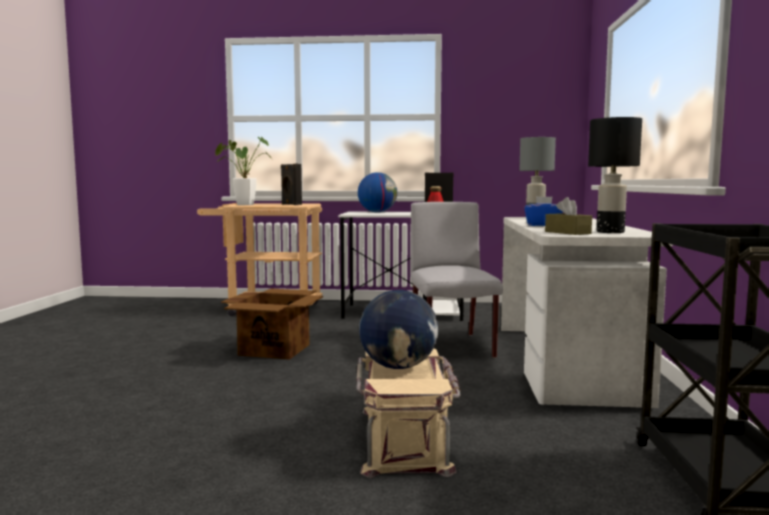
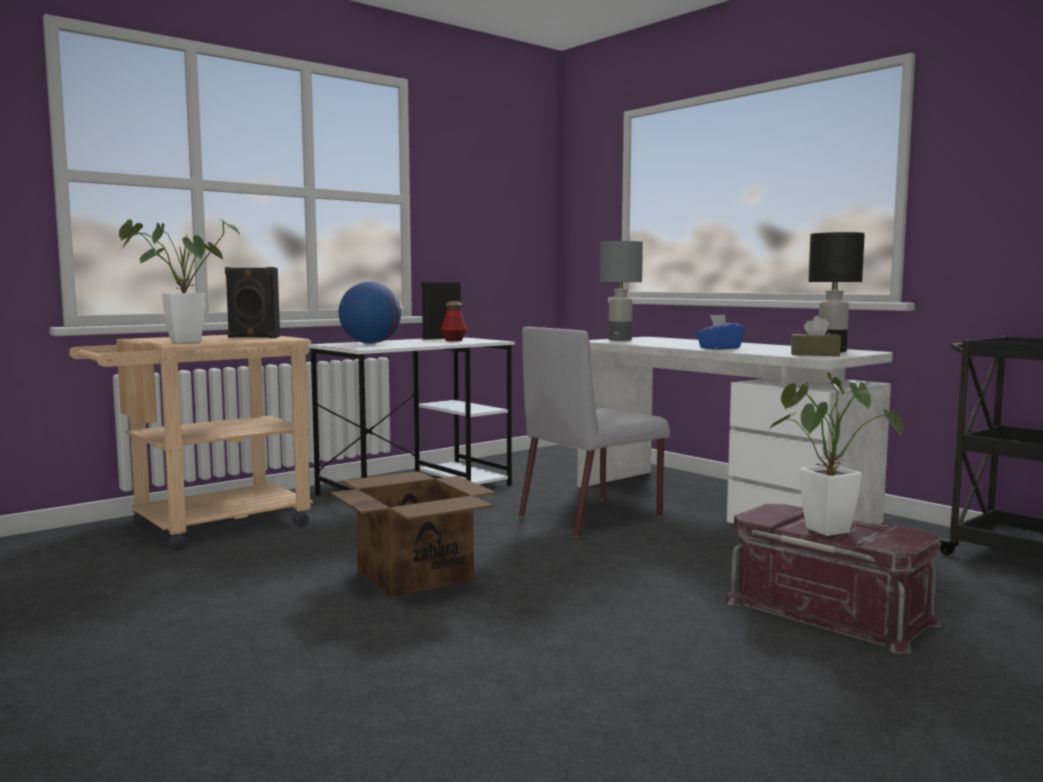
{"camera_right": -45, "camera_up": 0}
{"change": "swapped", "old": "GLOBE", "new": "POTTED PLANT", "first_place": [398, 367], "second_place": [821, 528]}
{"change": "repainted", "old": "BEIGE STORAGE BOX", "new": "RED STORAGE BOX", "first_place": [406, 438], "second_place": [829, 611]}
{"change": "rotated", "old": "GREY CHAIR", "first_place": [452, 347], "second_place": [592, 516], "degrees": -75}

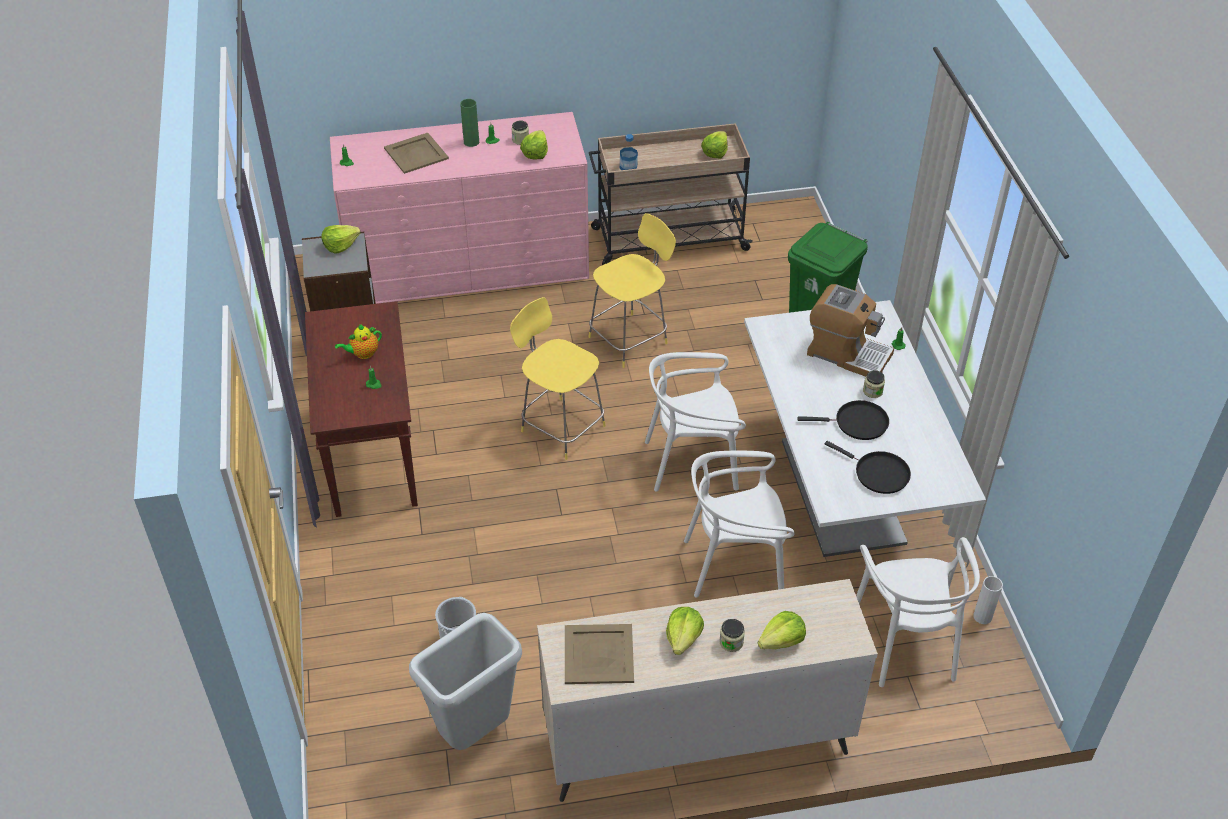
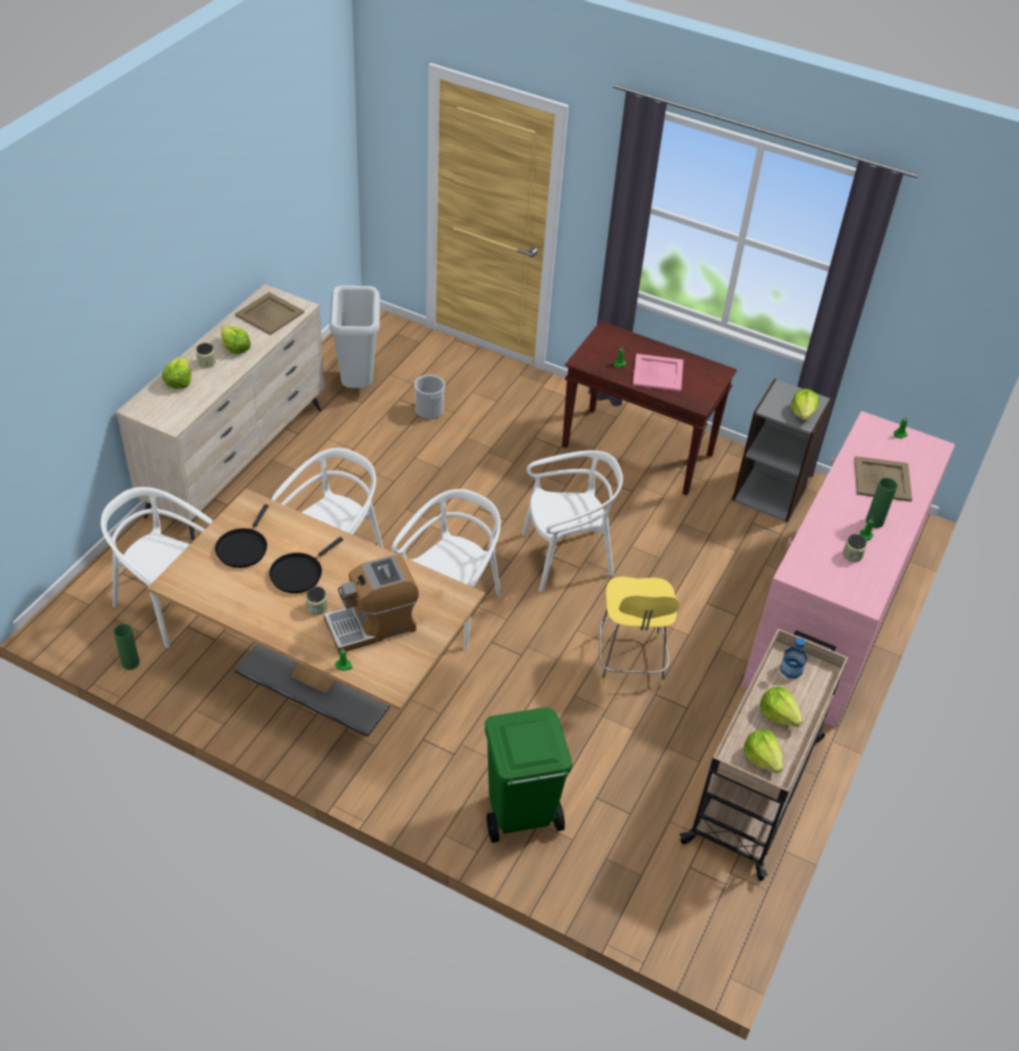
{"camera_right": 125, "camera_up": 0}
{"change": "shifted", "old": "LETTUCE", "first_place": [535, 153], "second_place": [778, 714]}
{"change": "swapped", "old": "TEAPOT", "new": "PINK TRAY", "first_place": [363, 354], "second_place": [658, 373]}
{"change": "swapped", "old": "YELLOW STOOL", "new": "WHITE CHAIR", "first_place": [561, 427], "second_place": [566, 558]}
{"change": "repainted", "old": "WHITE DINING TABLE", "new": "BROWN DINING TABLE", "first_place": [842, 491], "second_place": [324, 674]}
{"change": "repainted", "old": "WHITE VASE", "new": "GREEN VASE", "first_place": [982, 616], "second_place": [130, 663]}
{"change": "rotated", "old": "BLACK FRYING PAN", "first_place": [878, 473], "second_place": [243, 547], "degrees": -60}

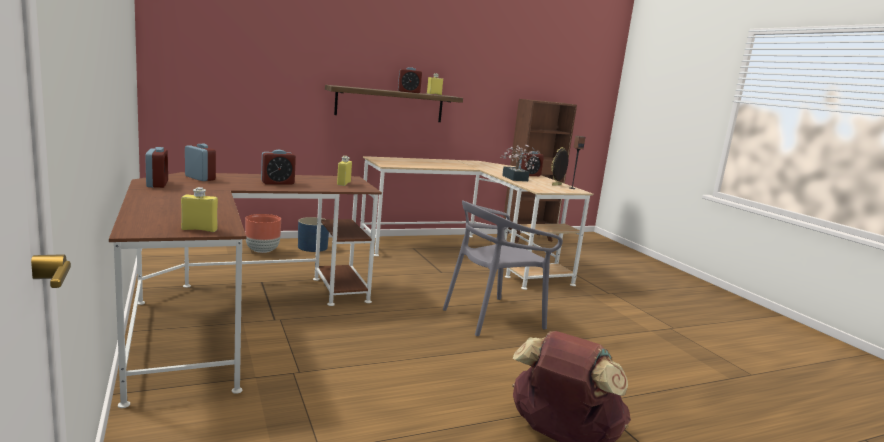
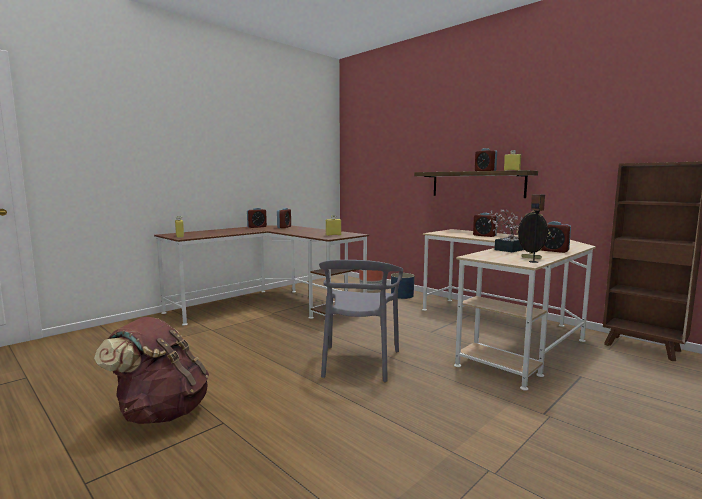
{"camera_right": 70, "camera_up": -5}
{"change": "shifted", "old": "ALARM CLOCK", "first_place": [277, 183], "second_place": [484, 235]}
{"change": "rotated", "old": "GREY CHAIR", "first_place": [492, 317], "second_place": [359, 362], "degrees": -120}

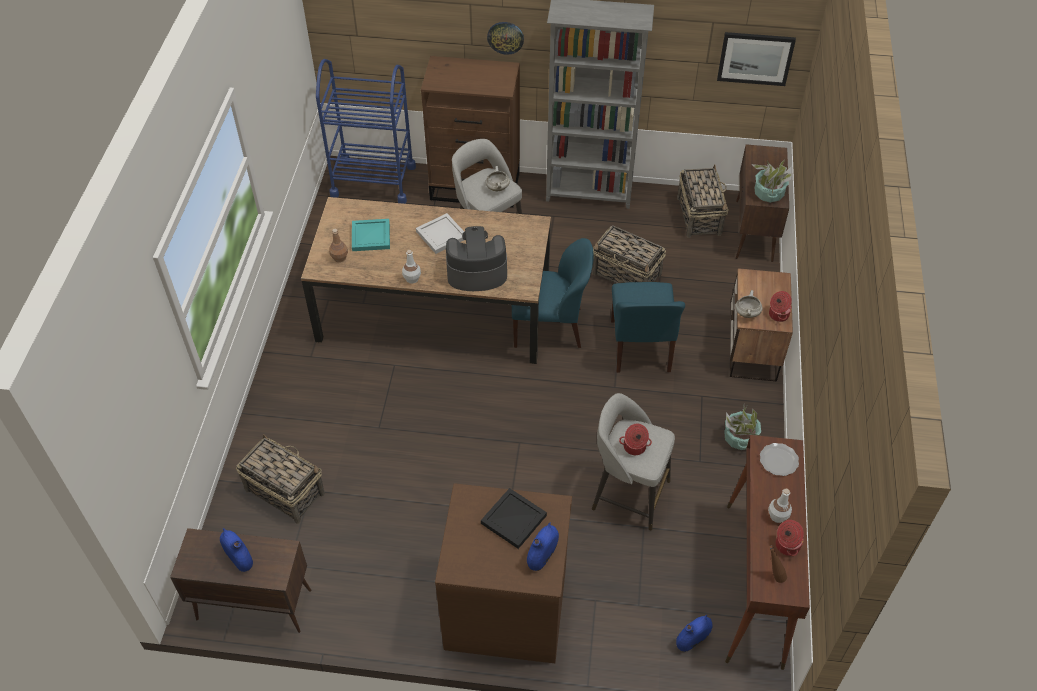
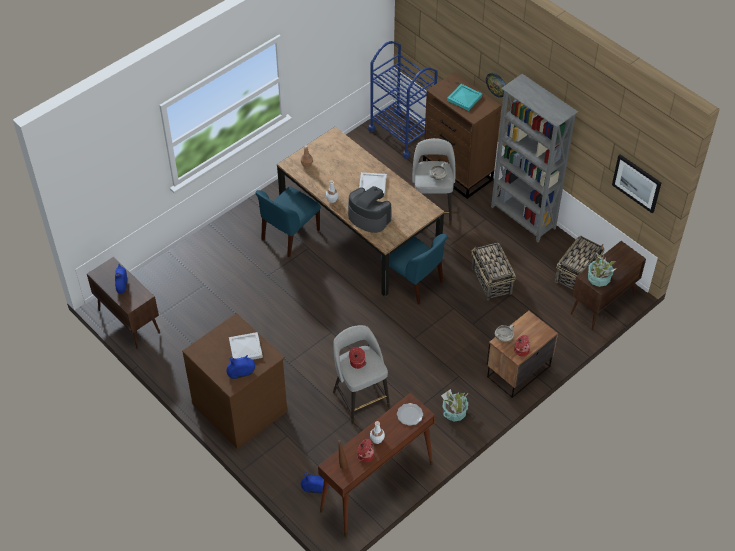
{"camera_right": 40, "camera_up": 0}
{"change": "gone", "old": "BASKET", "first_place": [284, 491]}
{"change": "shifted", "old": "TURQUOISE TRAY", "first_place": [371, 236], "second_place": [465, 98]}
{"change": "shifted", "old": "BLUE CHAIR", "first_place": [640, 347], "second_place": [289, 235]}
{"change": "repainted", "old": "BLACK TRAY", "new": "WHITE TRAY", "first_place": [513, 518], "second_place": [246, 348]}

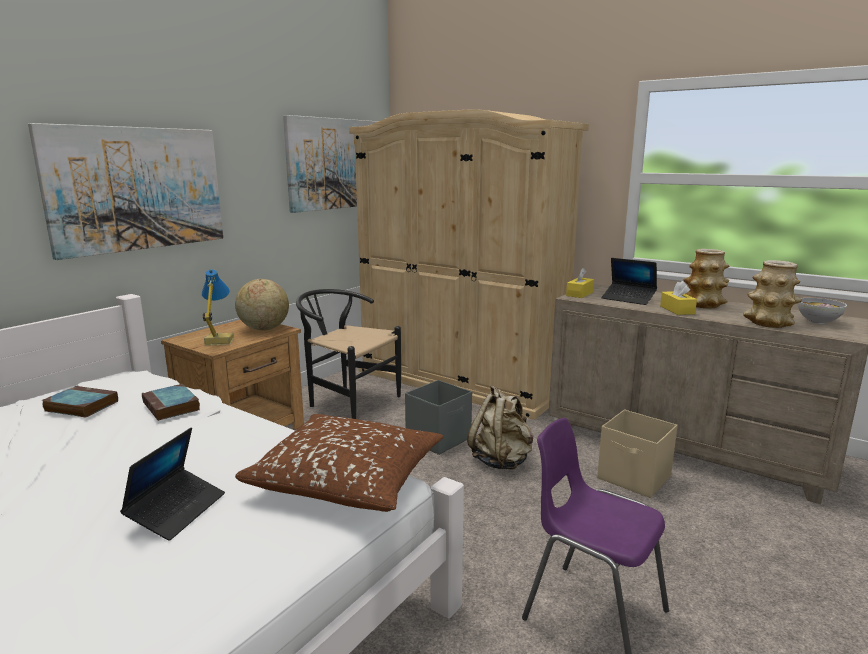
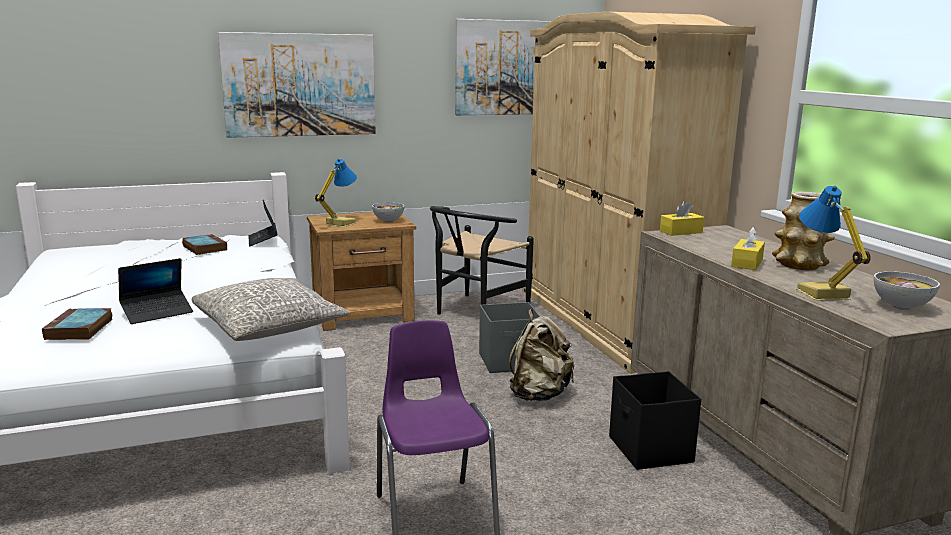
{"camera_right": 35, "camera_up": 0}
{"change": "shifted", "old": "BOOK", "first_place": [172, 406], "second_place": [79, 329]}
{"change": "shifted", "old": "LAPTOP", "first_place": [628, 299], "second_place": [263, 240]}
{"change": "swapped", "old": "GLOBE", "new": "BOWL", "first_place": [264, 329], "second_place": [388, 221]}
{"change": "swapped", "old": "VASE", "new": "TABLE LAMP", "first_place": [768, 323], "second_place": [821, 294]}
{"change": "repainted", "old": "BROWN PILLOW", "new": "GREY PILLOW", "first_place": [348, 479], "second_place": [270, 326]}
{"change": "repainted", "old": "BEIGE STORAGE BOX", "new": "BLACK STORAGE BOX", "first_place": [634, 478], "second_place": [650, 450]}
{"change": "rotated", "old": "BLACK CHAIR", "first_place": [347, 402], "second_place": [475, 312], "degrees": -120}

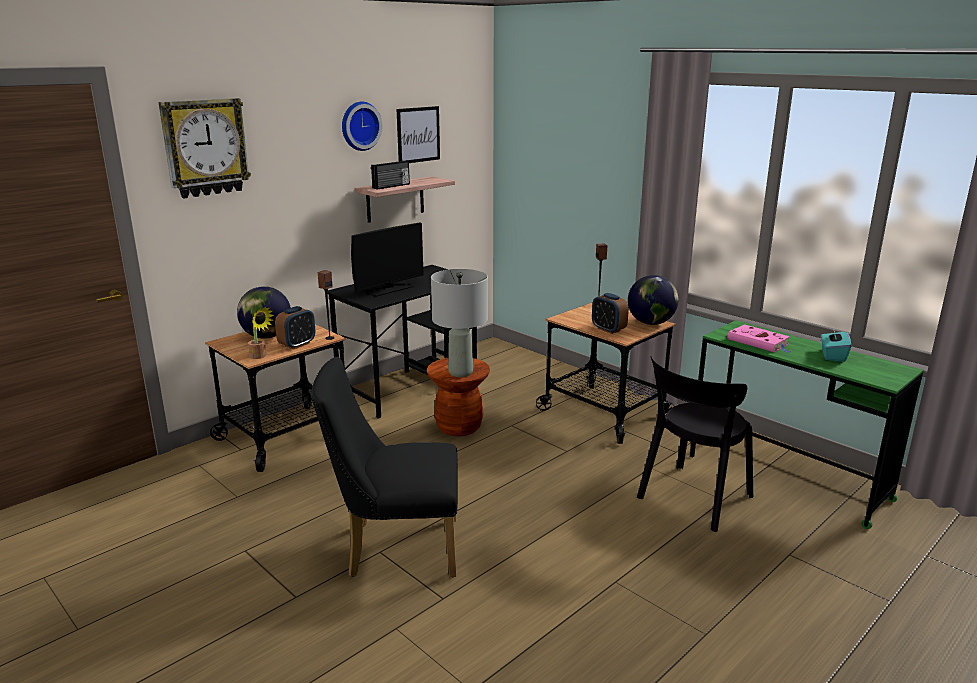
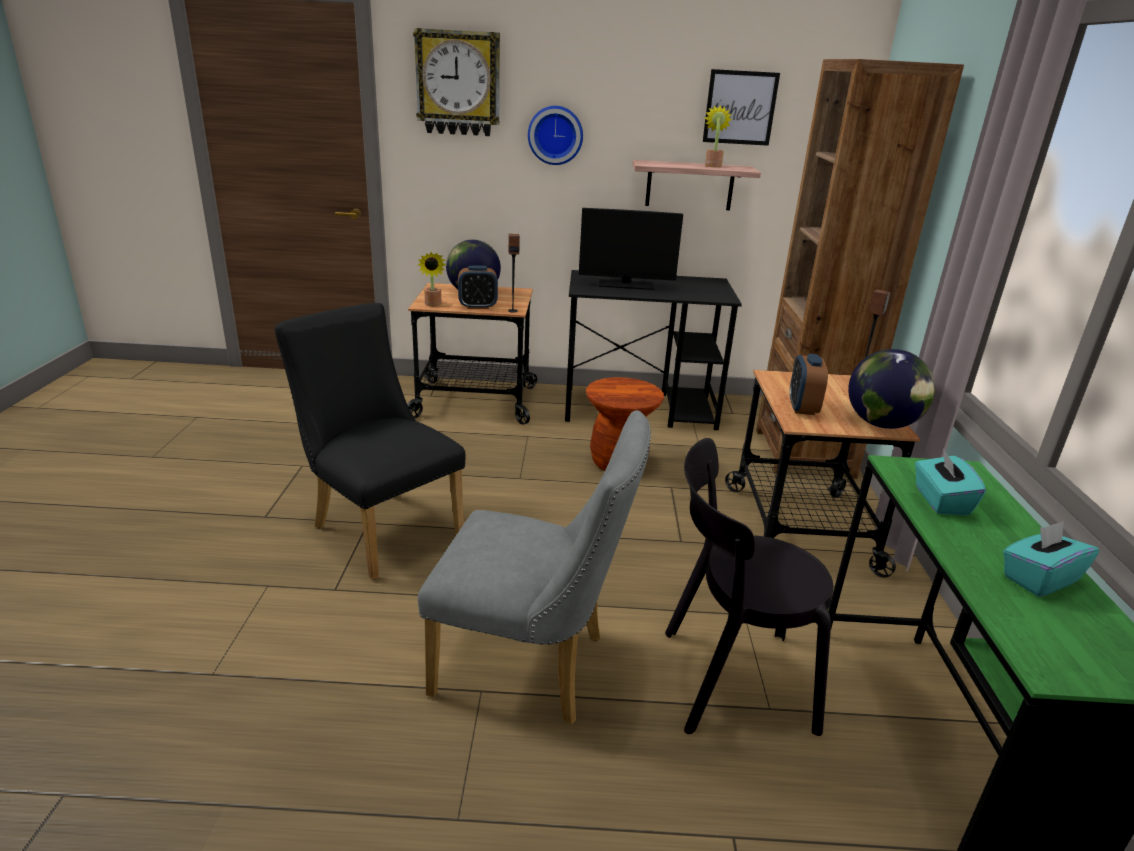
{"camera_right": 45, "camera_up": 5}
{"change": "gone", "old": "RADIO", "first_place": [391, 186]}
{"change": "gone", "old": "GREY TABLE LAMP", "first_place": [460, 372]}
{"change": "new", "new": "GREY CHAIR", "second_place": [532, 667]}
{"change": "new", "new": "POTTED PLANT", "second_place": [713, 165]}
{"change": "new", "new": "BROWN BOOKCASE", "second_place": [804, 453]}
{"change": "shifted", "old": "WALL CLOCK", "first_place": [359, 126], "second_place": [555, 135]}
{"change": "swapped", "old": "PINK BOOK", "new": "TURQUOISE TISSUE BOX", "first_place": [759, 342], "second_place": [940, 501]}

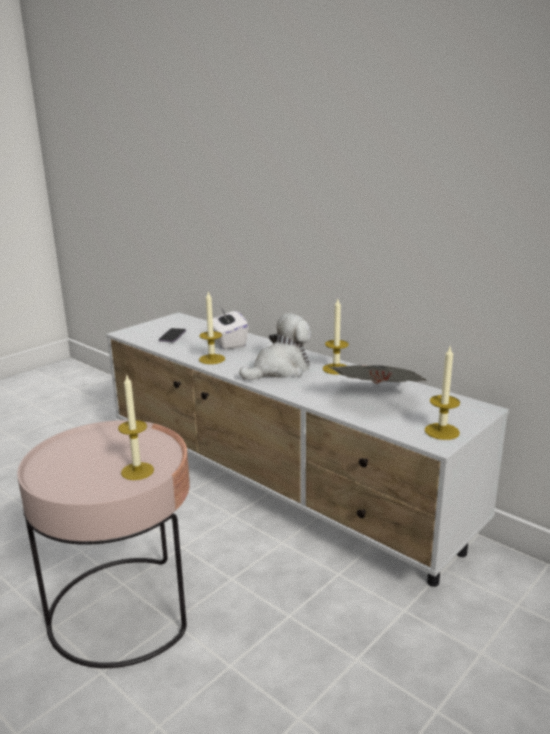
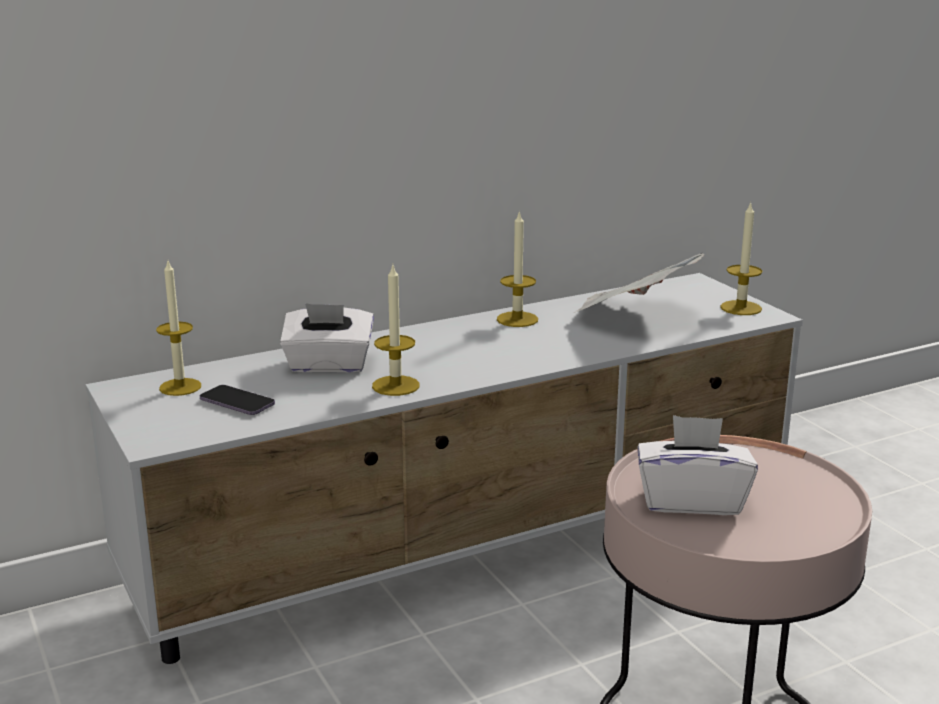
{"camera_right": -70, "camera_up": 0}
{"change": "gone", "old": "PLUSH TOY", "first_place": [280, 370]}
{"change": "new", "new": "WHITE TISSUE BOX", "second_place": [691, 500]}
{"change": "shifted", "old": "CANDLE", "first_place": [137, 471], "second_place": [180, 387]}

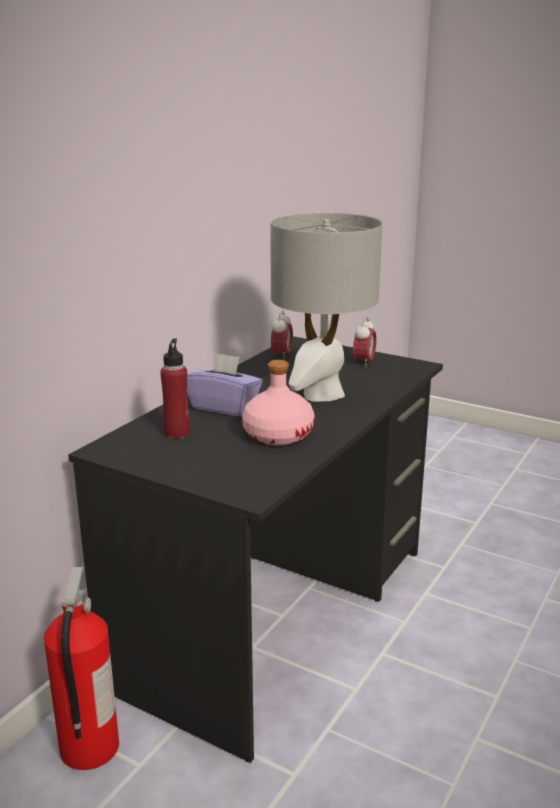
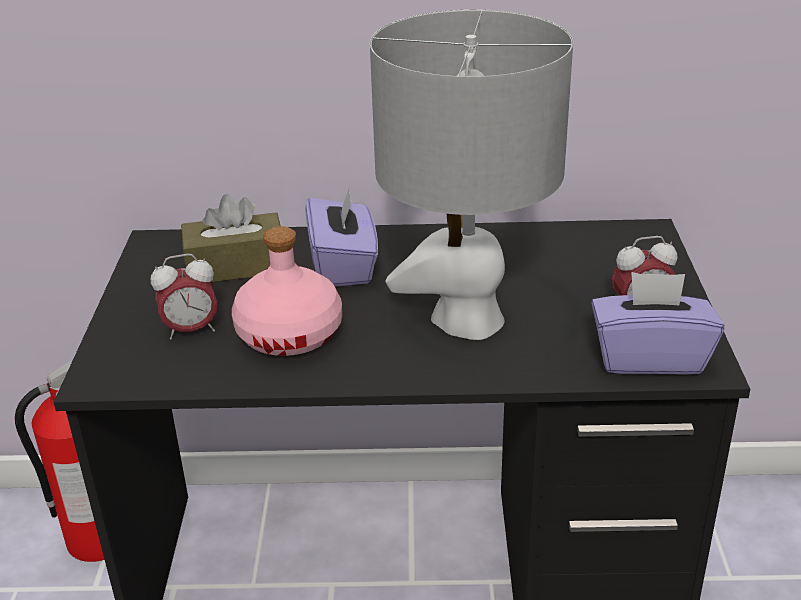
{"camera_right": 60, "camera_up": 10}
{"change": "new", "new": "PURPLE TISSUE BOX", "second_place": [649, 357]}
{"change": "shifted", "old": "ALARM CLOCK", "first_place": [281, 356], "second_place": [191, 330]}
{"change": "swapped", "old": "RED BOTTLE", "new": "BROWN TISSUE BOX", "first_place": [177, 433], "second_place": [236, 266]}

